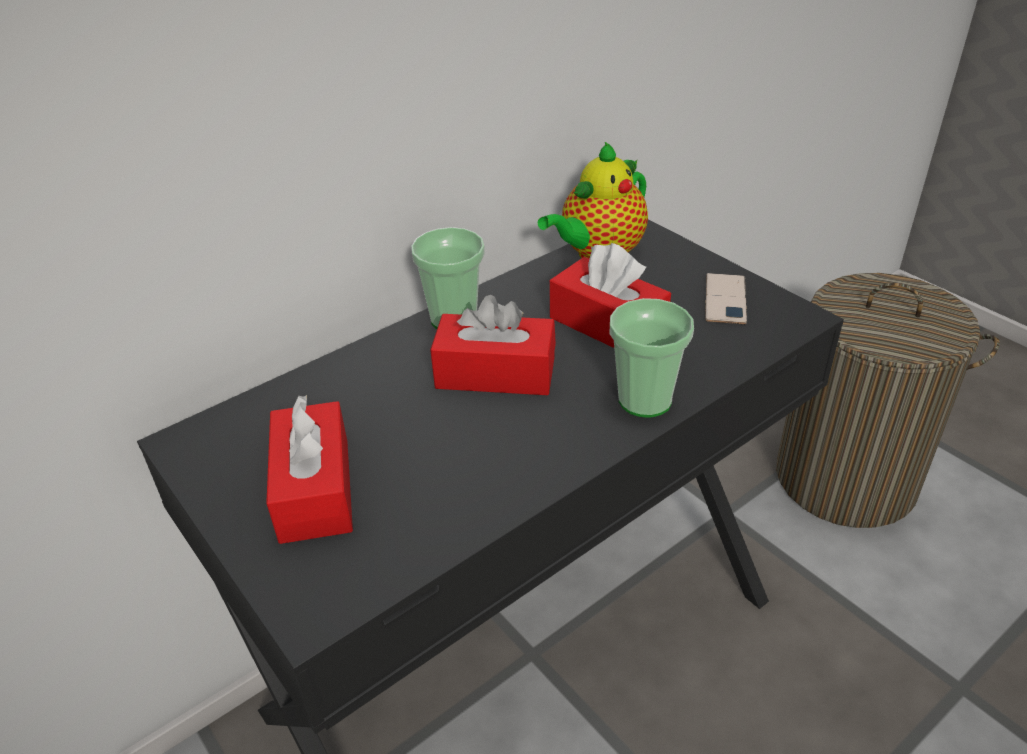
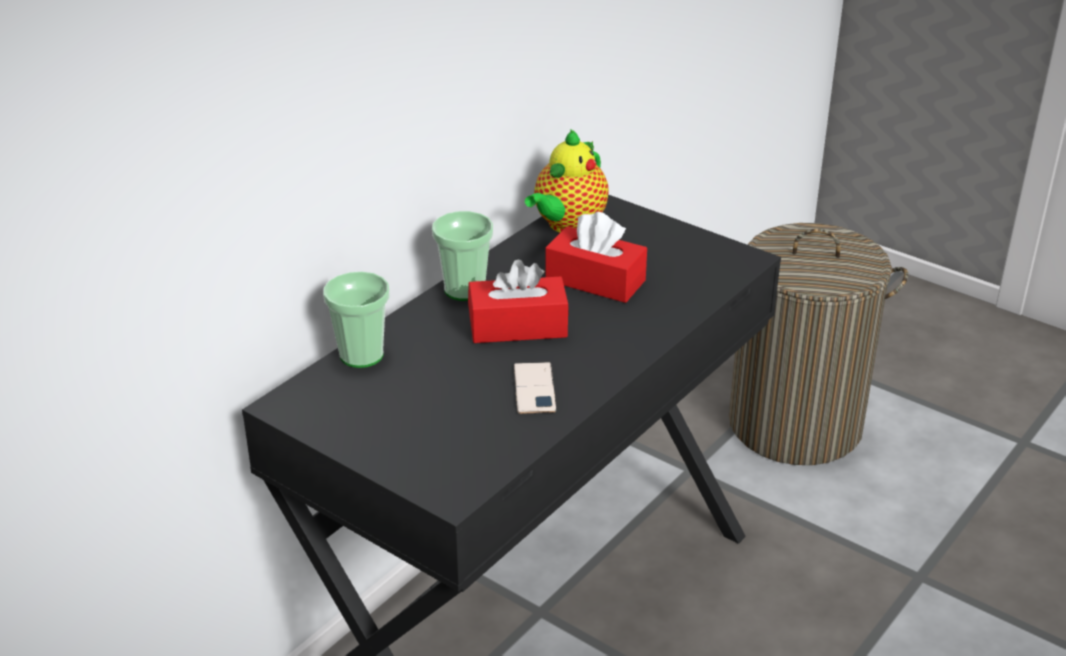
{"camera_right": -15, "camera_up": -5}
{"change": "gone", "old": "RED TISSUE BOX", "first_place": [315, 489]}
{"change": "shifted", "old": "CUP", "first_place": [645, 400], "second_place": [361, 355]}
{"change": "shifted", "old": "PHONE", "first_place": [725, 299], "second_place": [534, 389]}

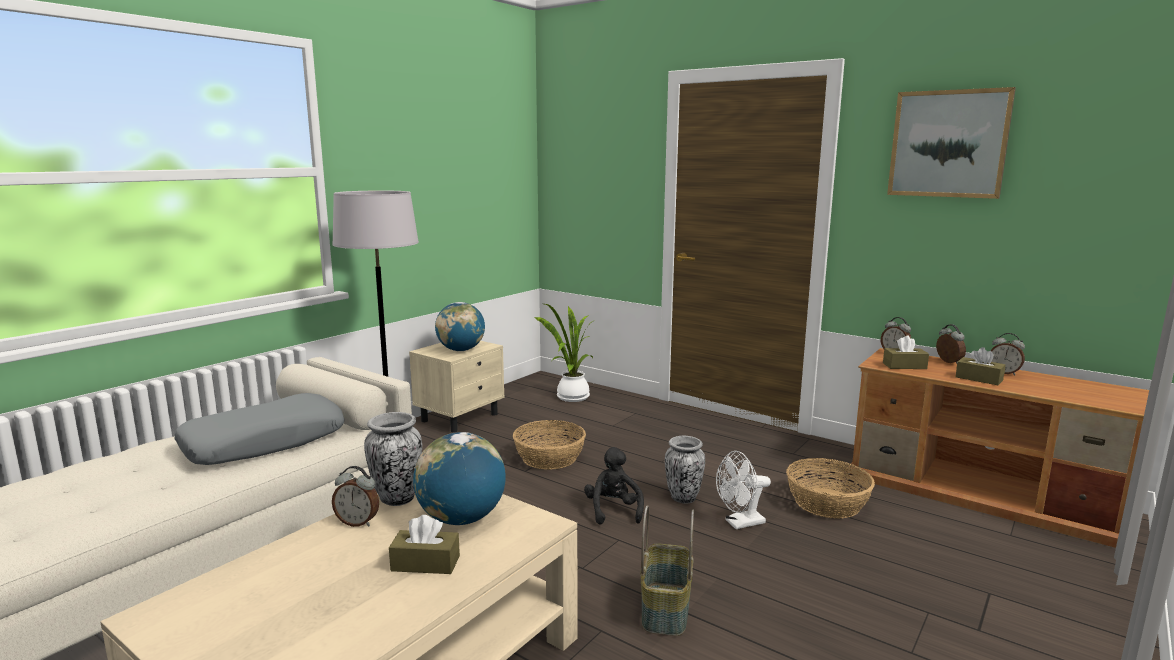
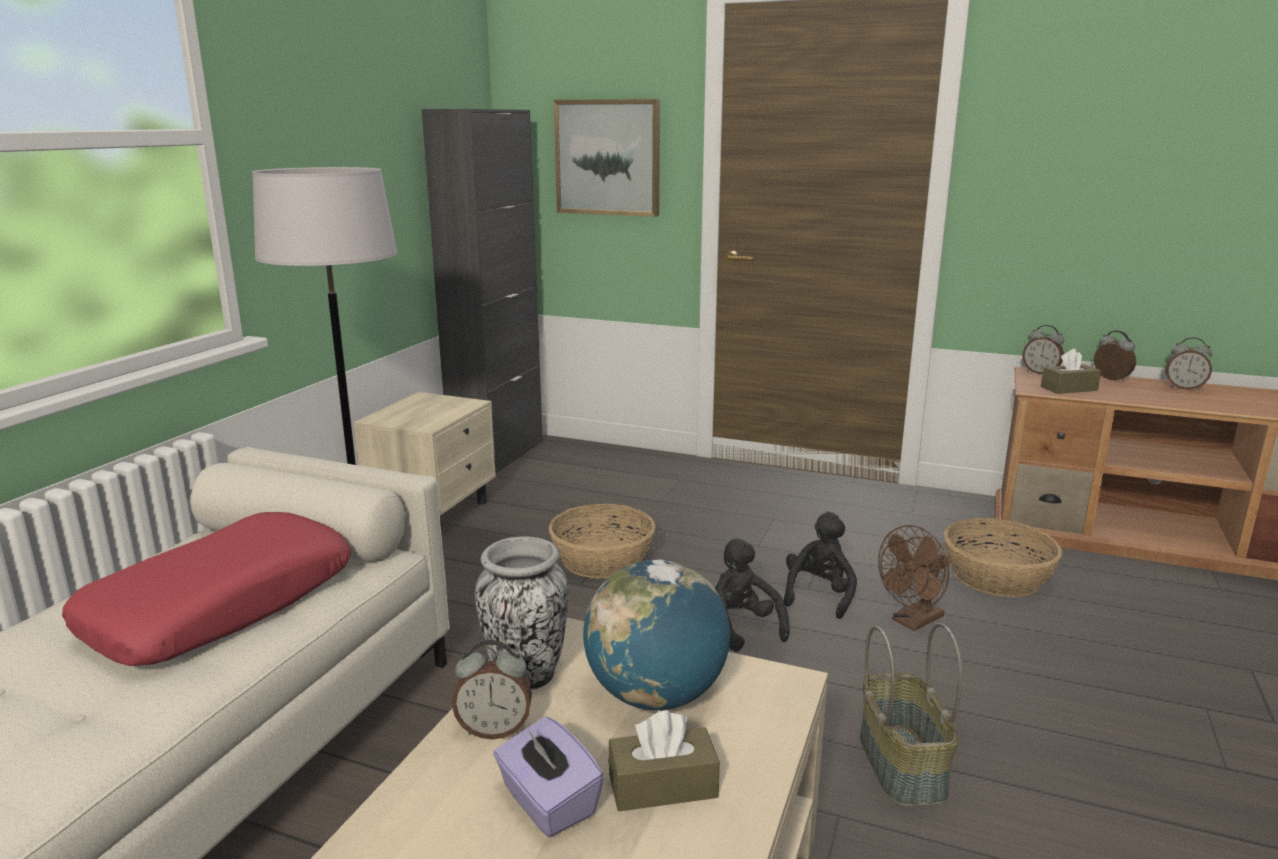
{"camera_right": -15, "camera_up": 5}
{"change": "gone", "old": "GLOBE", "first_place": [461, 350]}
{"change": "gone", "old": "POTTED PLANT", "first_place": [570, 397]}
{"change": "gone", "old": "BROWN TISSUE BOX", "first_place": [979, 379]}
{"change": "new", "new": "BLACK CABINET", "second_place": [497, 456]}
{"change": "new", "new": "PURPLE TISSUE BOX", "second_place": [547, 803]}
{"change": "shifted", "old": "PICTURE", "first_place": [948, 144], "second_place": [608, 157]}
{"change": "swapped", "old": "VASE", "new": "BLACK PLUSH TOY", "first_place": [683, 498], "second_place": [819, 595]}
{"change": "repainted", "old": "GREY PILLOW", "new": "RED PILLOW", "first_place": [264, 443], "second_place": [221, 606]}
{"change": "repainted", "old": "WHITE FAN", "new": "BROWN FAN", "first_place": [740, 523], "second_place": [913, 621]}

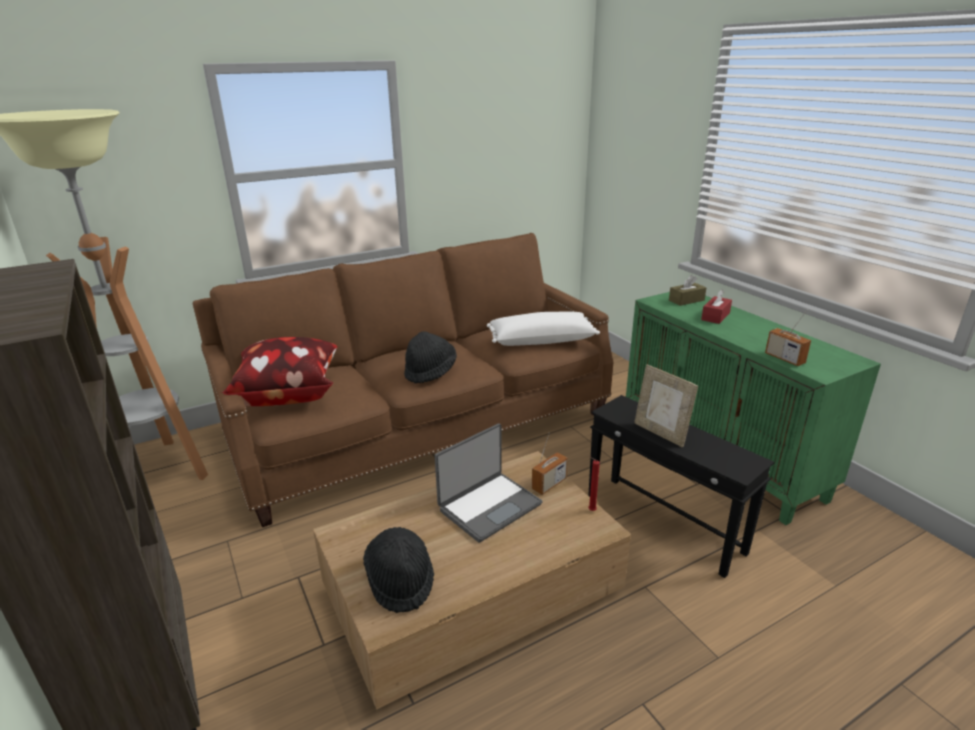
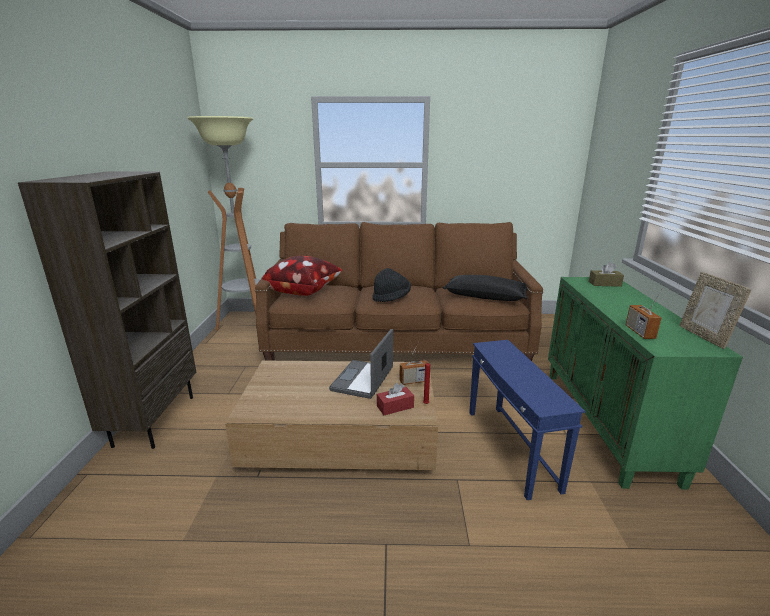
{"camera_right": 30, "camera_up": -5}
{"change": "gone", "old": "BLACK HAT", "first_place": [400, 581]}
{"change": "shifted", "old": "PICTURE FRAME", "first_place": [660, 433], "second_place": [704, 336]}
{"change": "shifted", "old": "RED TISSUE BOX", "first_place": [715, 316], "second_place": [395, 407]}
{"change": "repainted", "old": "WHITE PILLOW", "new": "BLACK PILLOW", "first_place": [541, 340], "second_place": [486, 297]}
{"change": "repainted", "old": "BLACK SIDE TABLE", "new": "BLUE SIDE TABLE", "first_place": [662, 524], "second_place": [510, 448]}
{"change": "rotated", "old": "LAPTOP", "first_place": [489, 506], "second_place": [363, 380], "degrees": 120}

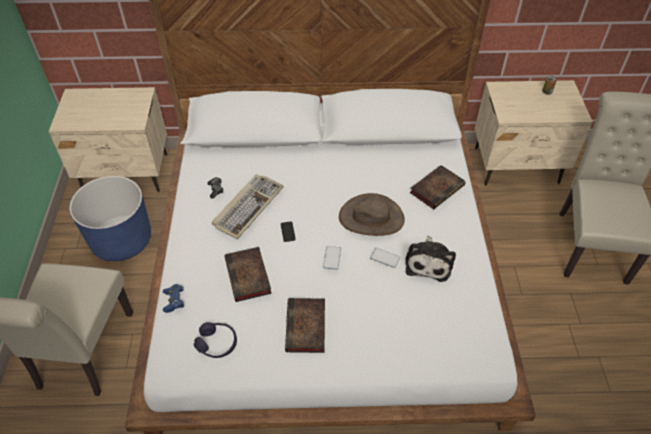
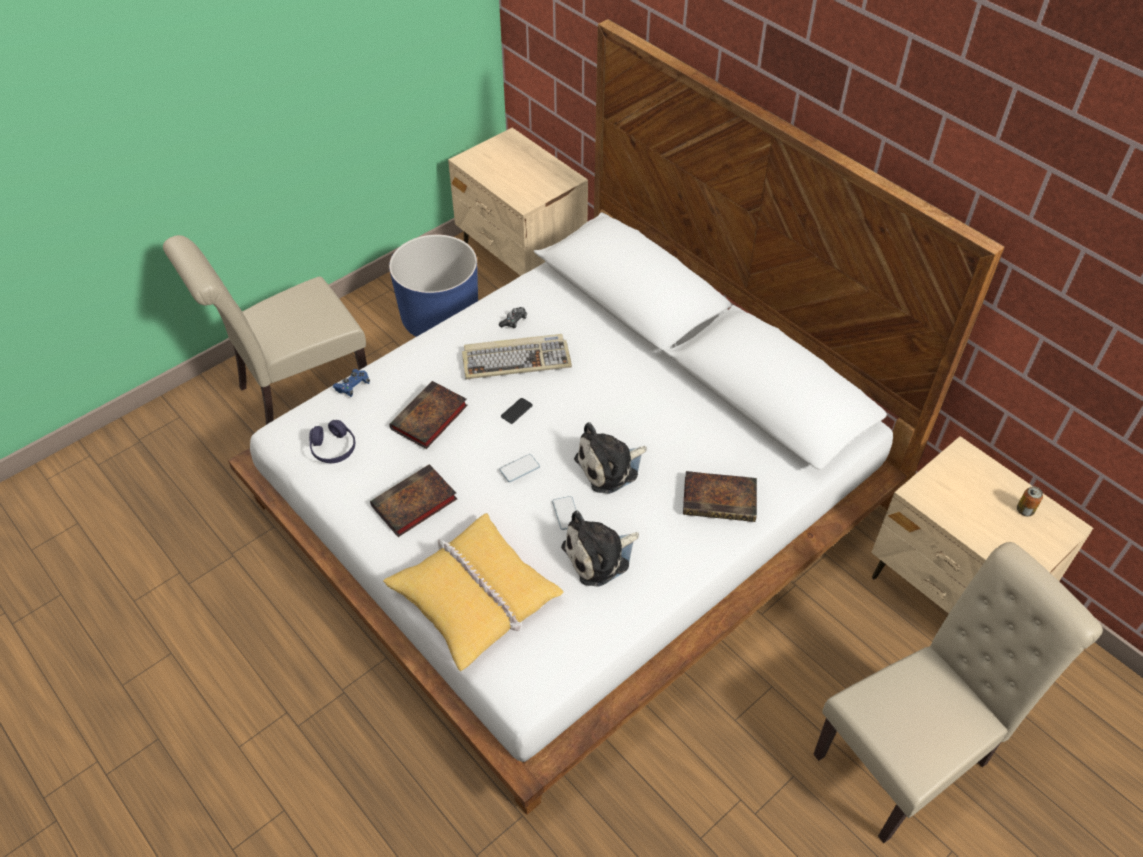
{"camera_right": 50, "camera_up": 0}
{"change": "new", "new": "YELLOW PILLOW", "second_place": [475, 597]}
{"change": "swapped", "old": "BROWN HAT", "new": "PLUSH TOY", "first_place": [371, 218], "second_place": [610, 467]}

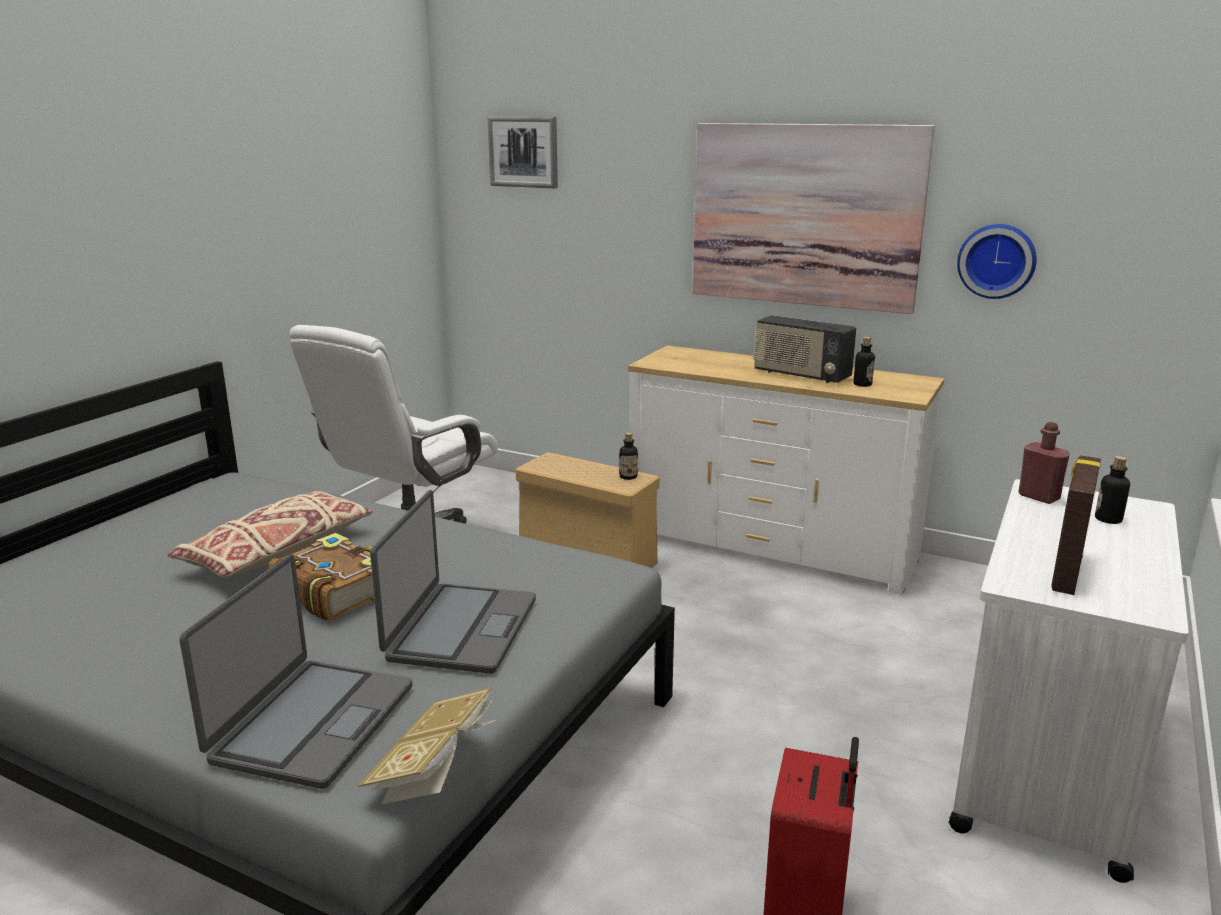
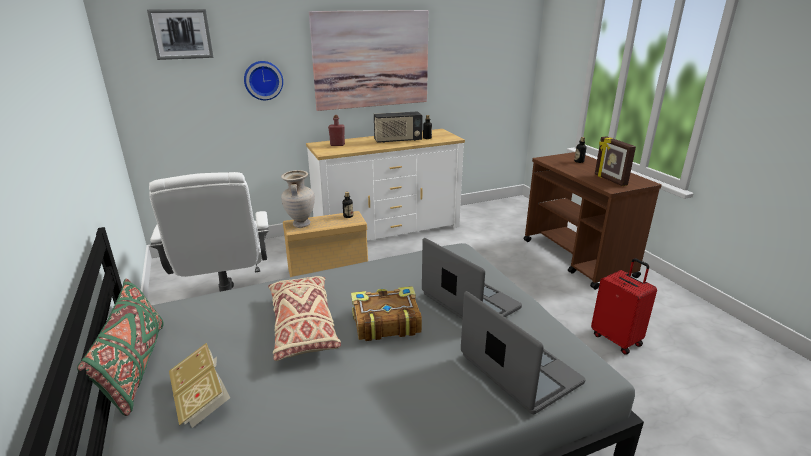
{"camera_right": -50, "camera_up": 5}
{"change": "new", "new": "GREEN PILLOW", "second_place": [135, 368]}
{"change": "new", "new": "BEIGE VASE", "second_place": [300, 224]}
{"change": "shifted", "old": "BOOK", "first_place": [435, 772], "second_place": [201, 398]}
{"change": "shifted", "old": "WALL CLOCK", "first_place": [997, 260], "second_place": [263, 80]}
{"change": "shifted", "old": "RED BOTTLE", "first_place": [1038, 497], "second_place": [337, 145]}
{"change": "repainted", "old": "WHITE CART", "new": "BROWN CART", "first_place": [1045, 766], "second_place": [578, 258]}

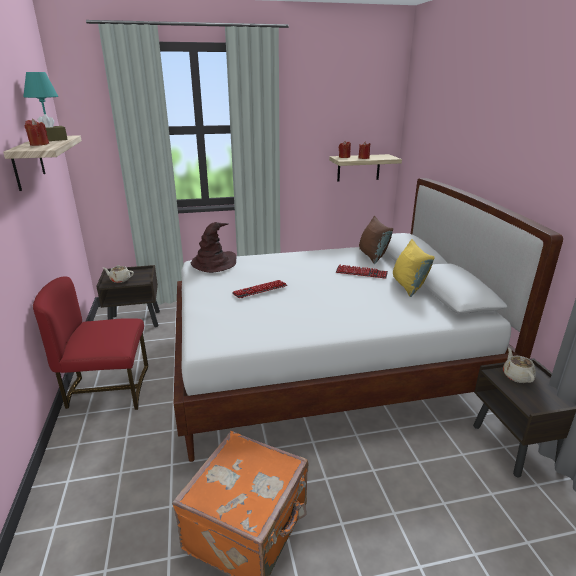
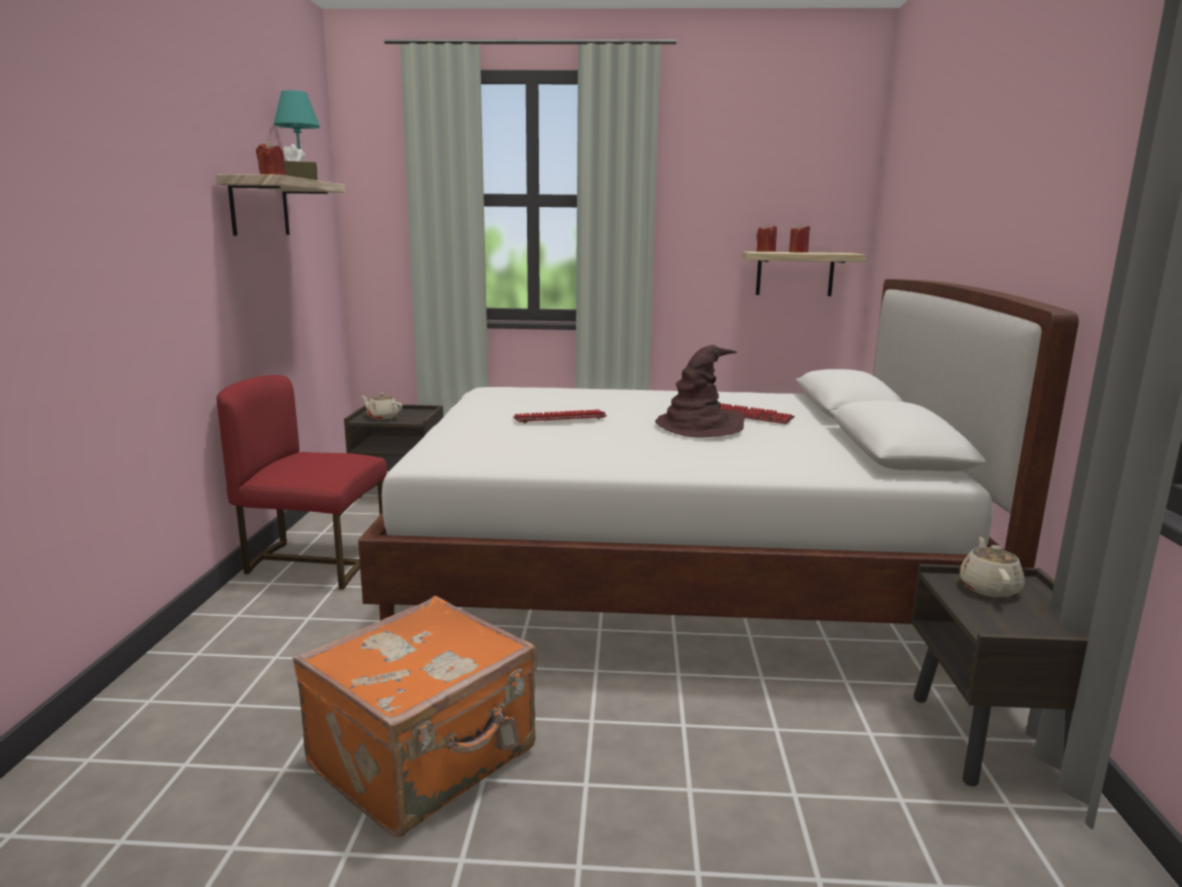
{"camera_right": 15, "camera_up": -10}
{"change": "gone", "old": "BROWN PILLOW", "first_place": [372, 256]}
{"change": "gone", "old": "YELLOW PILLOW", "first_place": [408, 286]}
{"change": "shifted", "old": "BROWN HAT", "first_place": [214, 263], "second_place": [700, 426]}

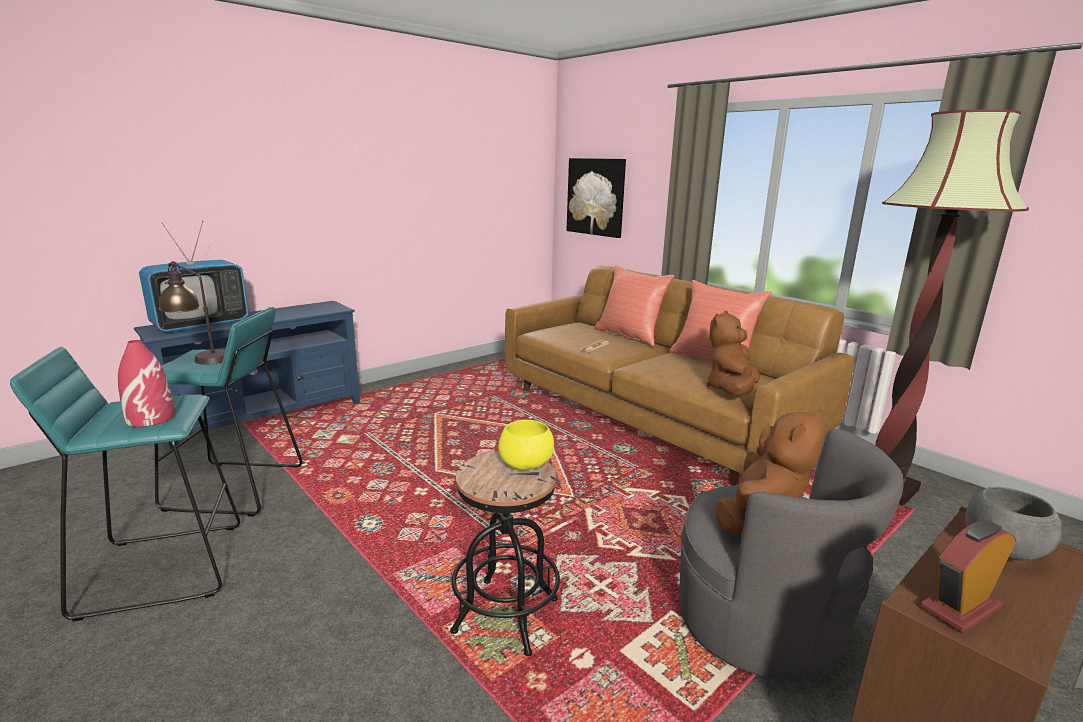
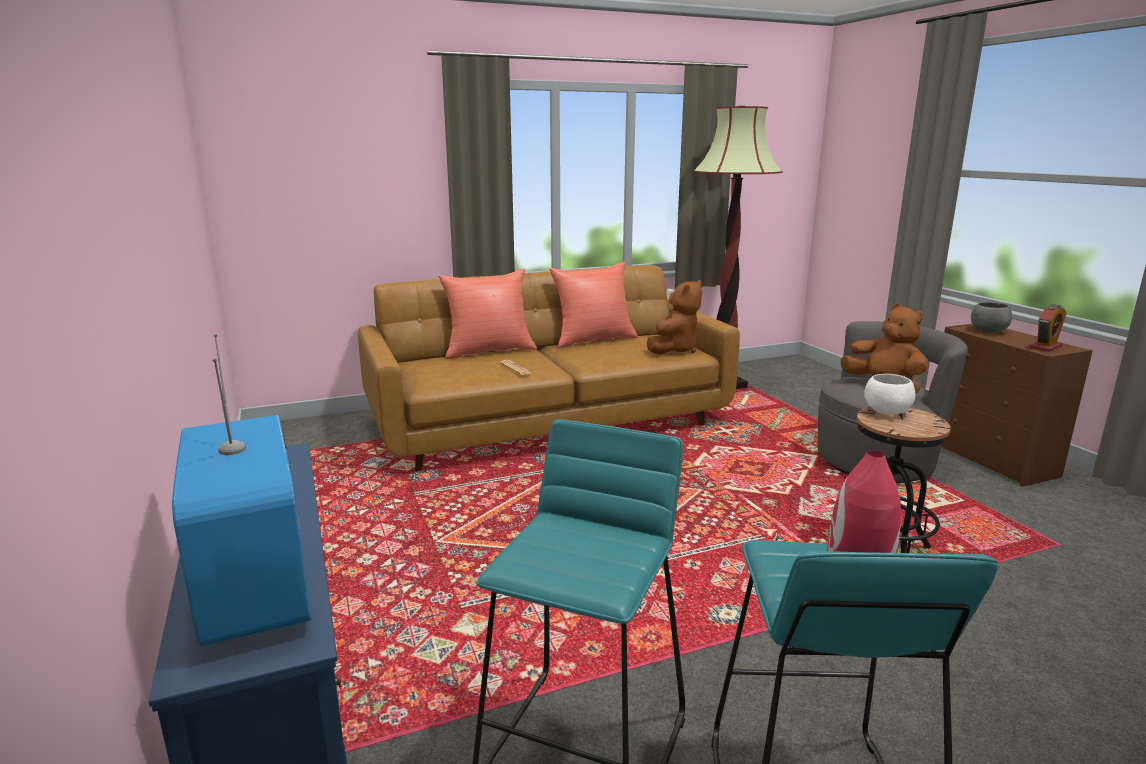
{"camera_right": -70, "camera_up": 0}
{"change": "gone", "old": "TABLE LAMP", "first_place": [201, 358]}
{"change": "gone", "old": "PICTURE", "first_place": [596, 197]}
{"change": "repainted", "old": "YELLOW BOWL", "new": "WHITE BOWL", "first_place": [526, 466], "second_place": [887, 412]}
{"change": "rotated", "old": "BROWN PLUSH TOY", "first_place": [731, 390], "second_place": [674, 350], "degrees": -105}
{"change": "rotated", "old": "ALARM CLOCK", "first_place": [960, 607], "second_place": [1046, 347], "degrees": -120}

